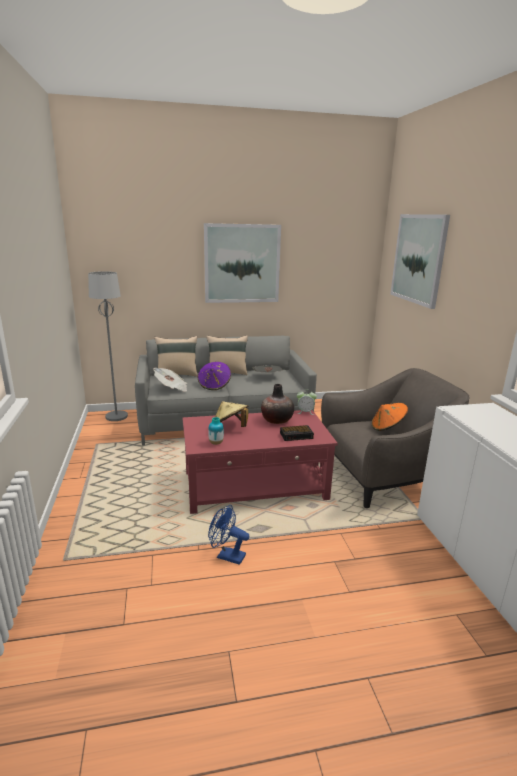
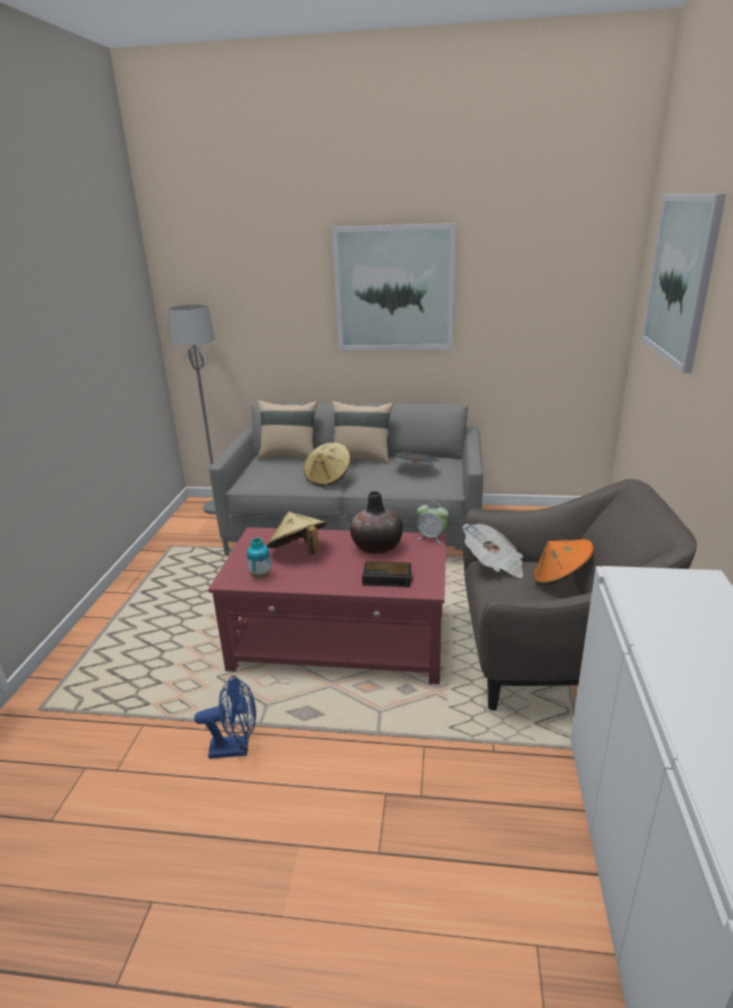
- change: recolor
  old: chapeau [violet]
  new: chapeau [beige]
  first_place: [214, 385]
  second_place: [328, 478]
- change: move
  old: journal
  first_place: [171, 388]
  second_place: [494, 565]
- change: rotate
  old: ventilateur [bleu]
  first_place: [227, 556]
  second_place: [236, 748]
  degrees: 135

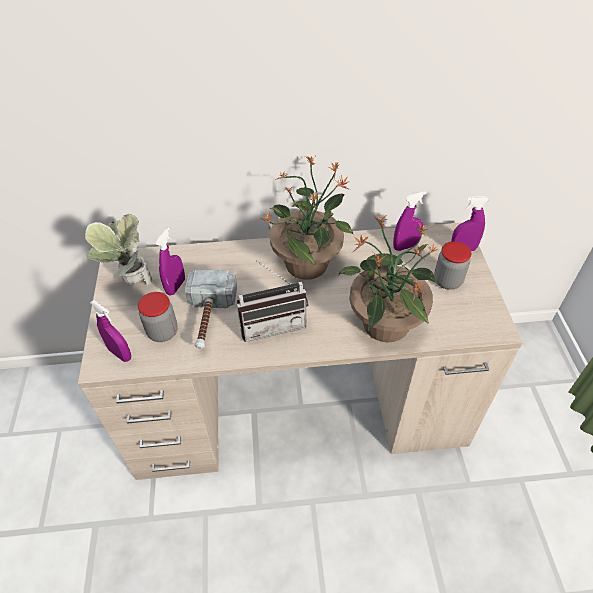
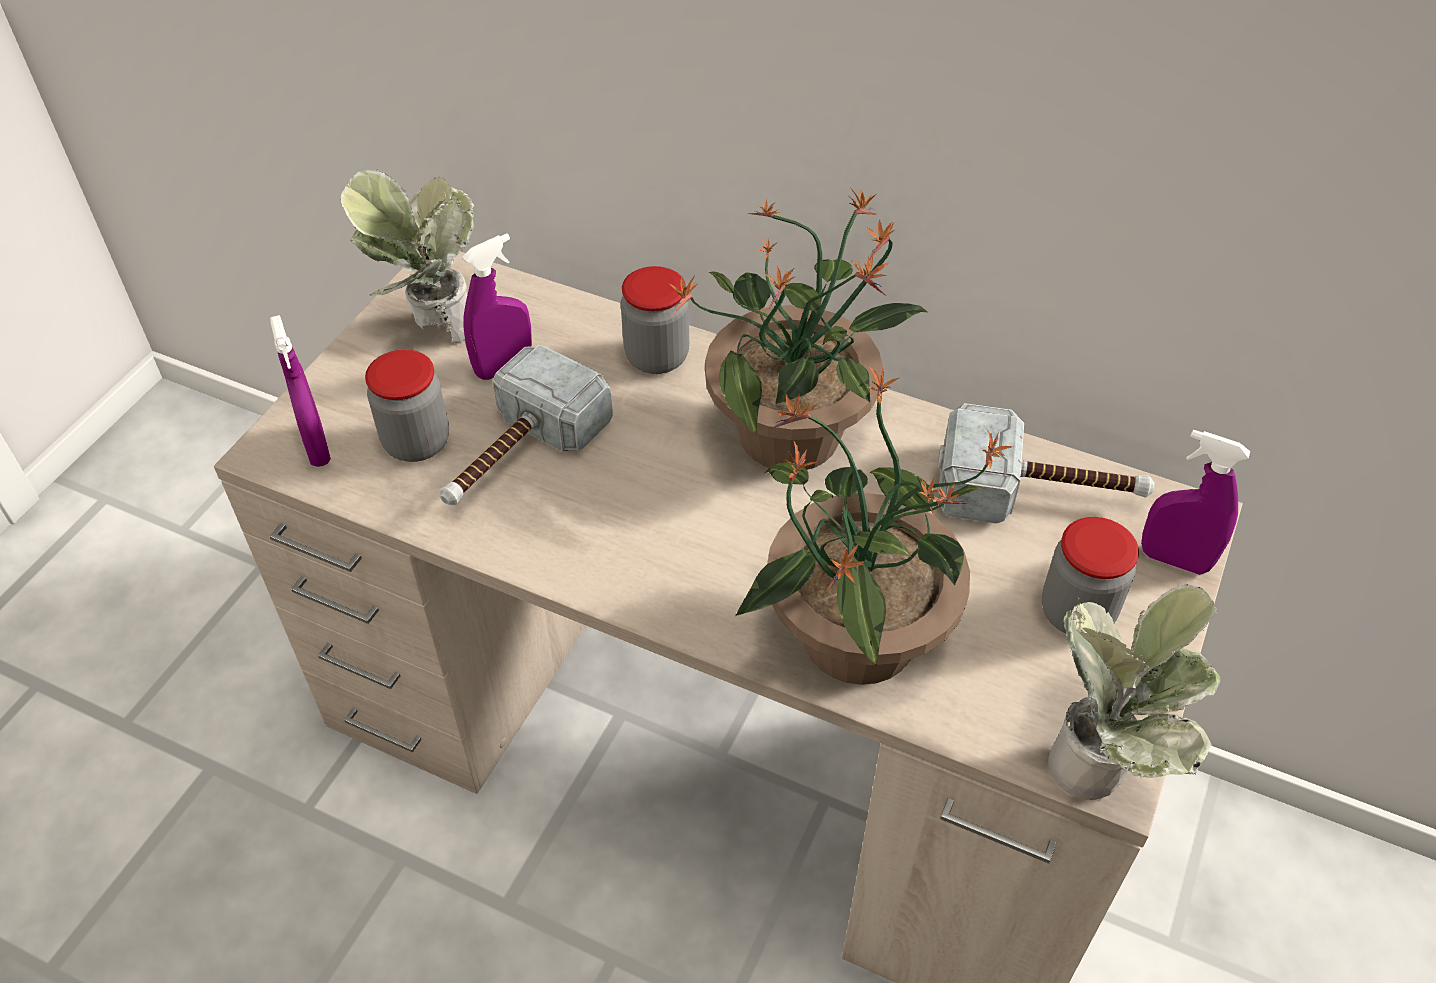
- change: replace
  old: vaporisateur [violet]
  new: marteau
  first_place: [405, 246]
  second_place: [1039, 493]
- change: delete
  old: radio
  first_place: [272, 323]
- change: insert
  new: bocal
  second_place: [657, 357]
- change: insert
  new: plante en pot
  second_place: [1101, 759]

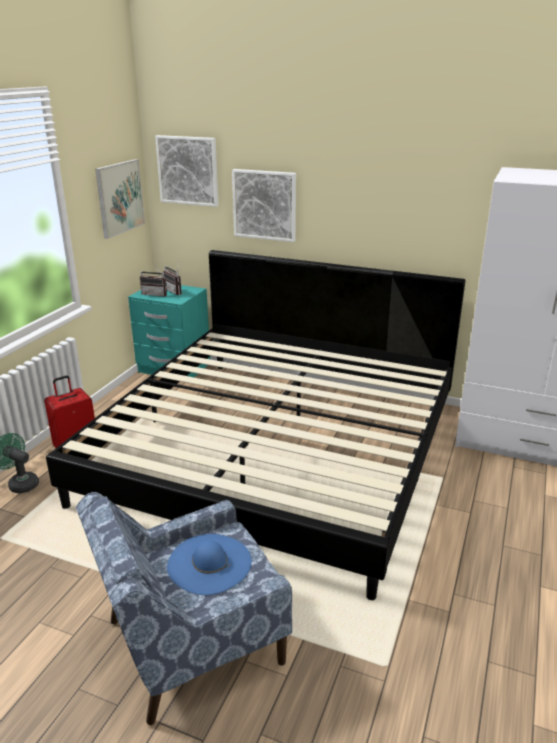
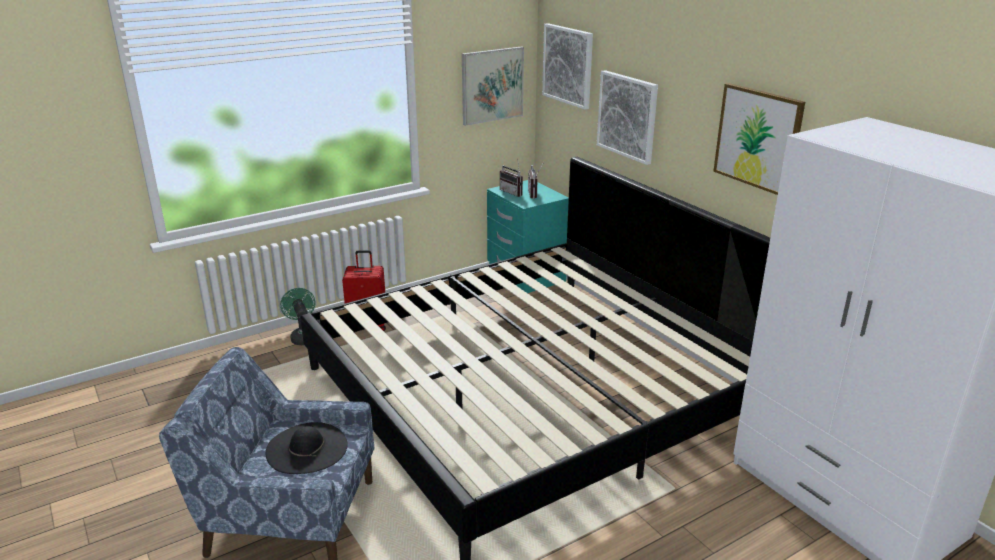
- change: recolor
  old: chapeau [bleu]
  new: chapeau [noir]
  first_place: [209, 563]
  second_place: [306, 448]
- change: insert
  new: tableau
  second_place: [758, 138]

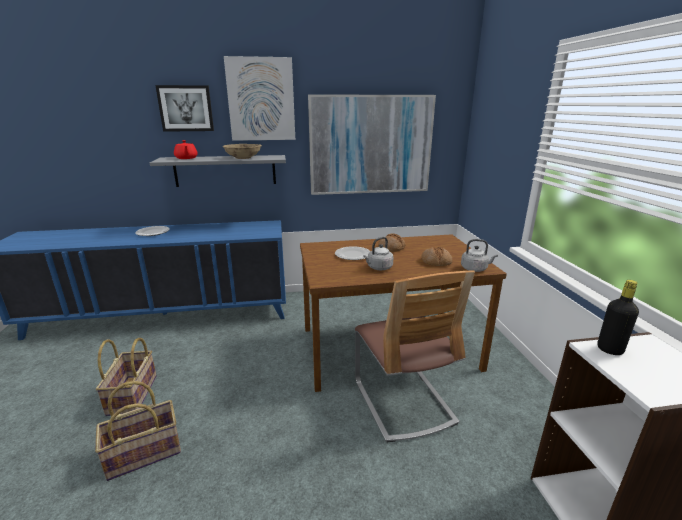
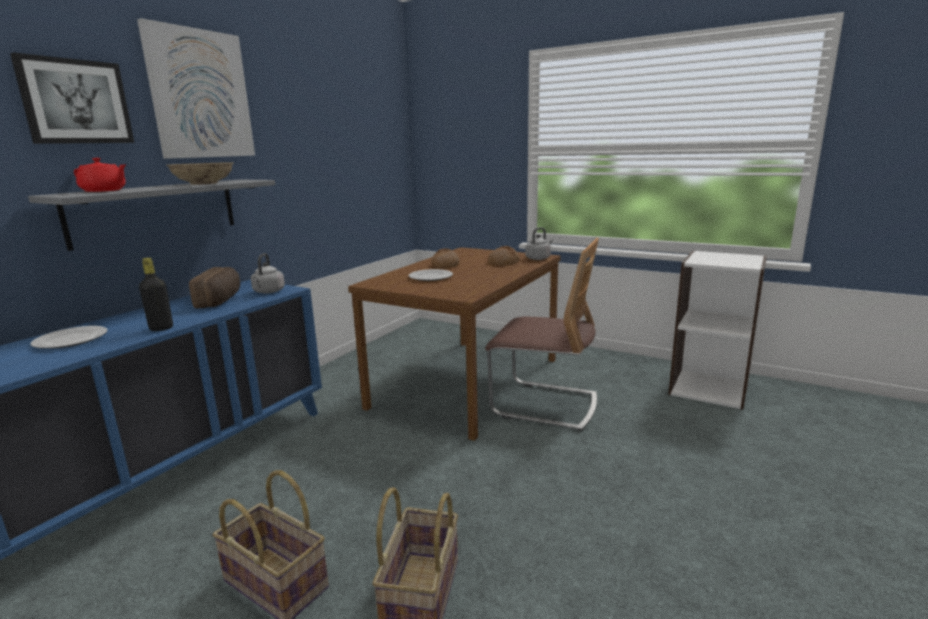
- change: delete
  old: tableau
  first_place: [370, 145]
- change: move
  old: bouilloire [gris]
  first_place: [378, 268]
  second_place: [268, 292]
- change: move
  old: bouteille [noir]
  first_place: [610, 349]
  second_place: [161, 328]
- change: insert
  new: pain
  second_place: [221, 300]

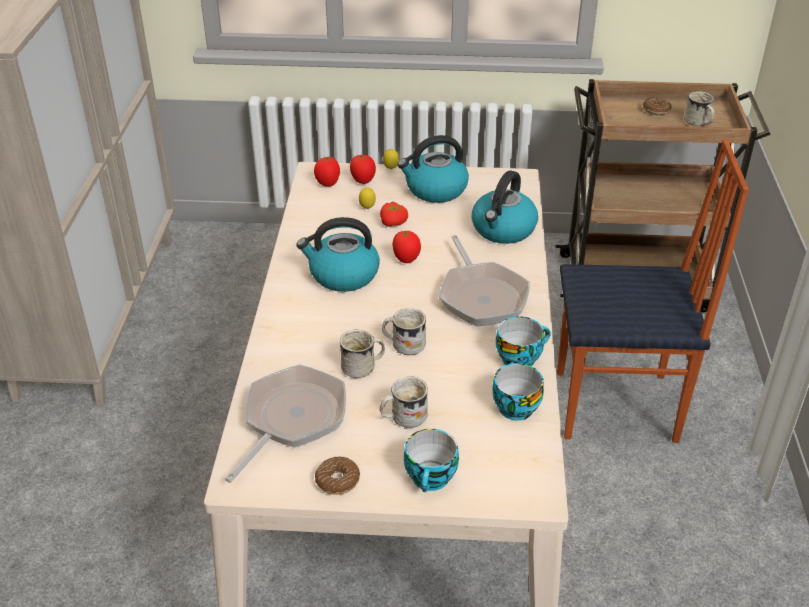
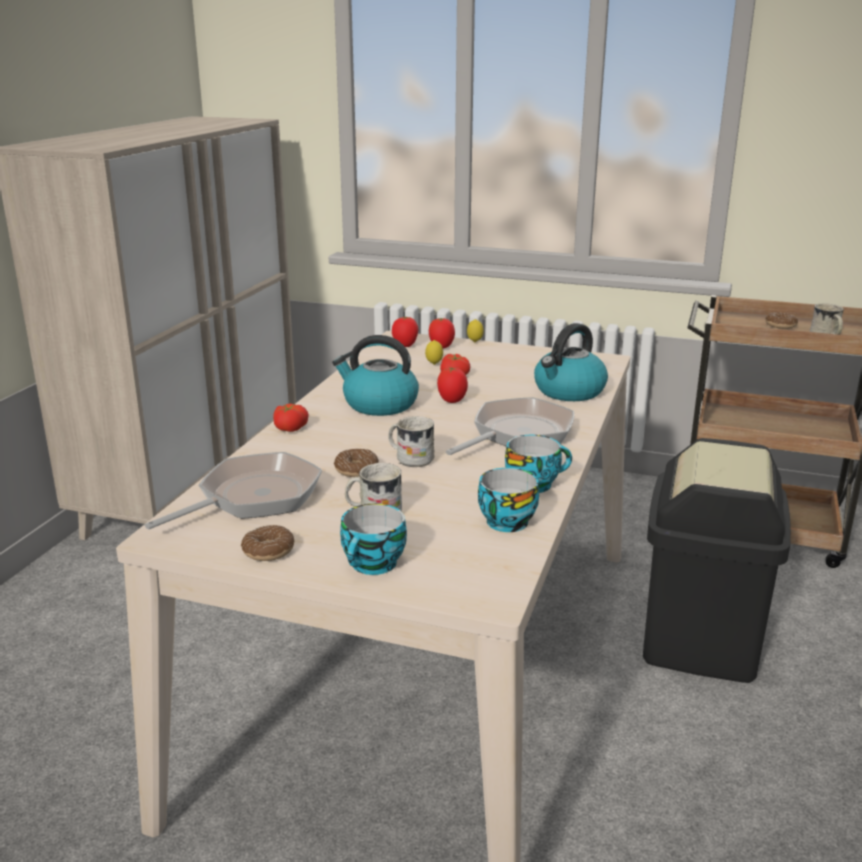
- change: delete
  old: bouilloire
  first_place: [435, 190]
- change: replace
  old: chaise
  new: poubelle [noir]
  first_place: [617, 408]
  second_place: [701, 640]
- change: rotate
  old: poêle
  first_place: [481, 296]
  second_place: [517, 434]
  degrees: -135
- change: replace
  old: mug [blanc]
  new: beignet
  first_place: [363, 367]
  second_place: [356, 469]
- change: insert
  new: tomate
  second_place: [289, 428]

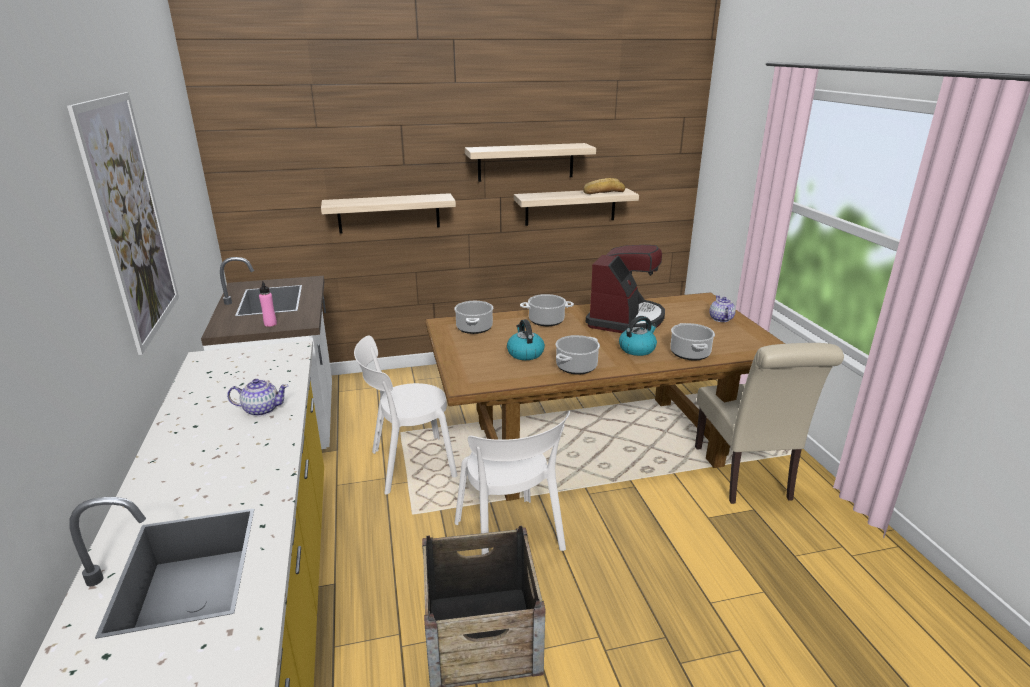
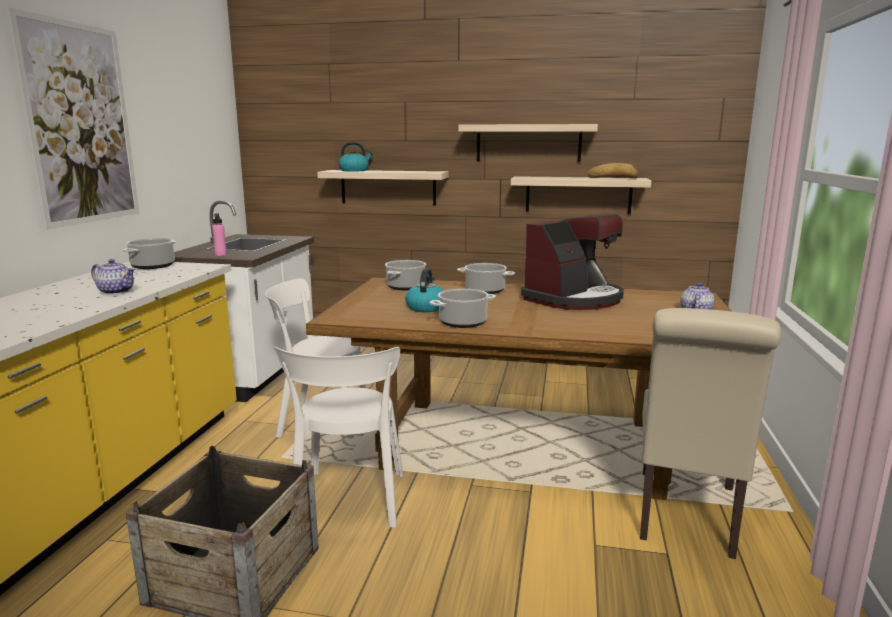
- change: move
  old: bouilloire
  first_place: [637, 349]
  second_place: [354, 170]
- change: move
  old: marmite
  first_place: [689, 353]
  second_place: [153, 266]

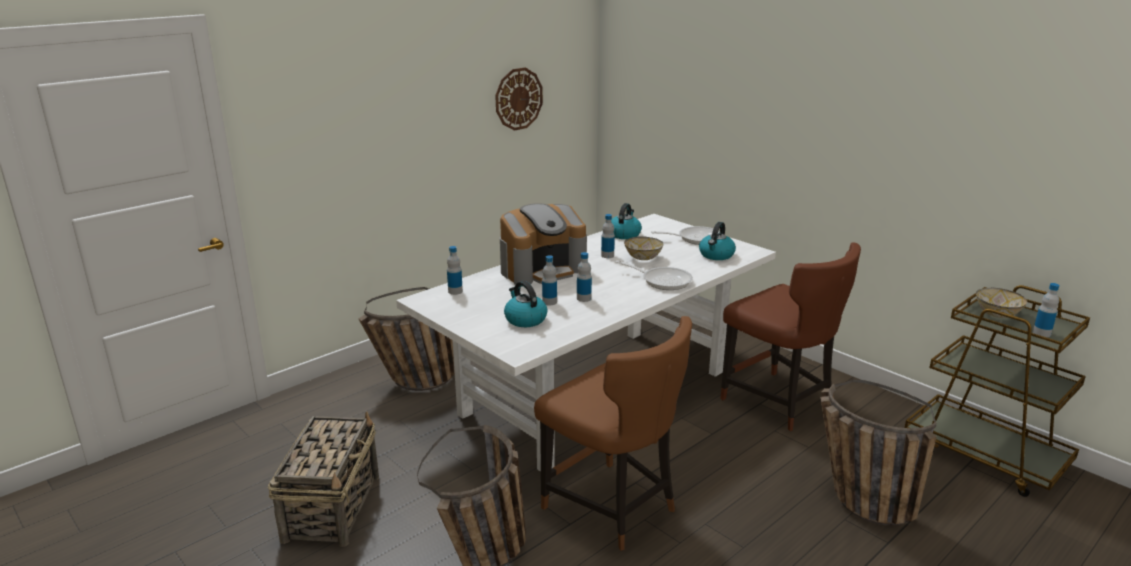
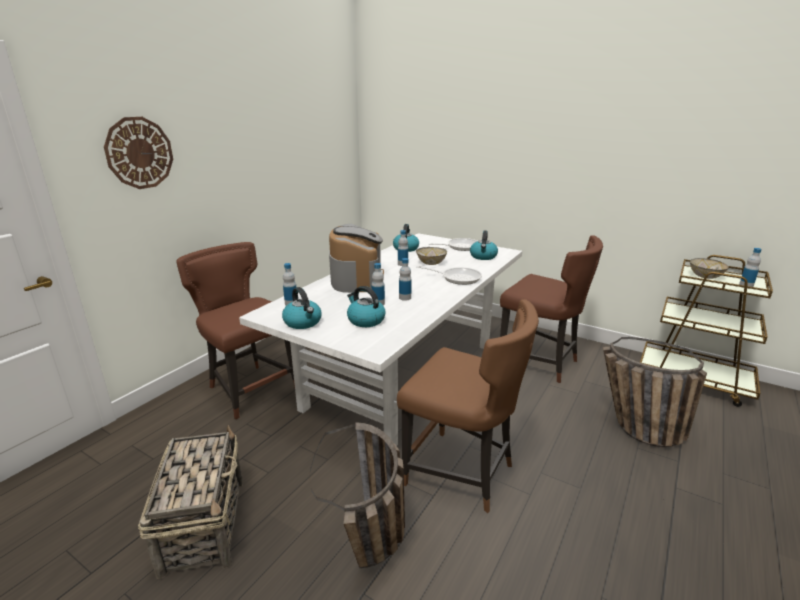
- change: move
  old: horloge murale
  first_place: [518, 99]
  second_place: [139, 153]
- change: rotate
  old: machine à café
  first_place: [542, 269]
  second_place: [357, 279]
  degrees: -45
- change: replace
  old: panier
  new: chaise [marron]
  first_place: [414, 383]
  second_place: [251, 388]
- change: insert
  new: bouilloire
  second_place: [303, 322]

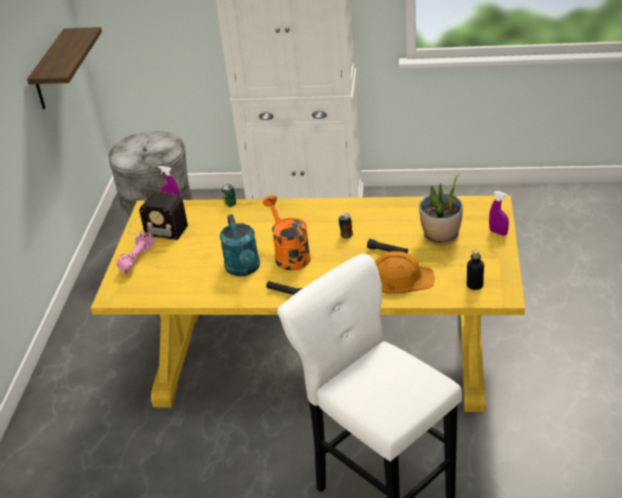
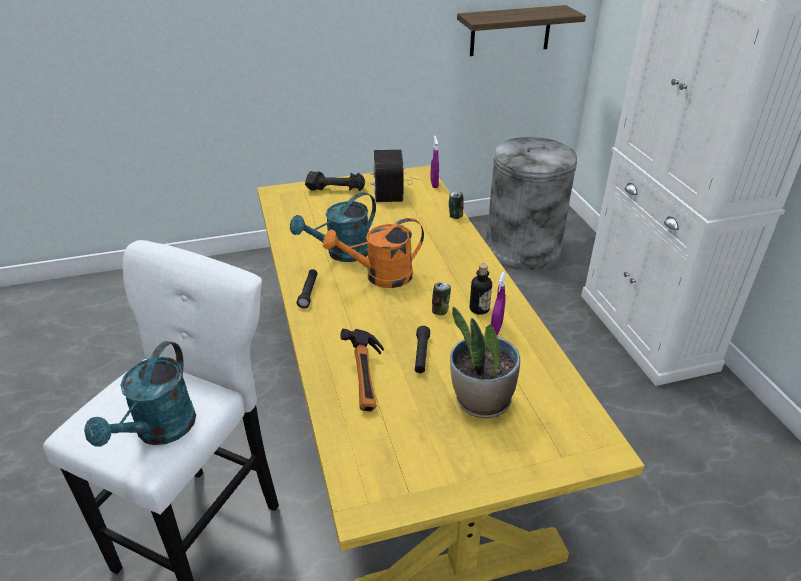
- change: move
  old: vaporisateur [violet]
  first_place: [498, 232]
  second_place: [496, 329]
- change: rotate
  old: arrosoir [orange]
  first_place: [289, 255]
  second_place: [380, 277]
  degrees: -150
- change: recolor
  old: haltère [rose]
  new: haltère [noir]
  first_place: [136, 259]
  second_place: [336, 189]
- change: move
  old: bouteille
  first_place: [475, 285]
  second_place: [479, 309]
- change: replace
  old: casque de chantier [orange]
  new: marteau
  first_place: [401, 278]
  second_place: [368, 380]
- change: insert
  new: arrosoir [turquoise]
  second_place: [159, 431]

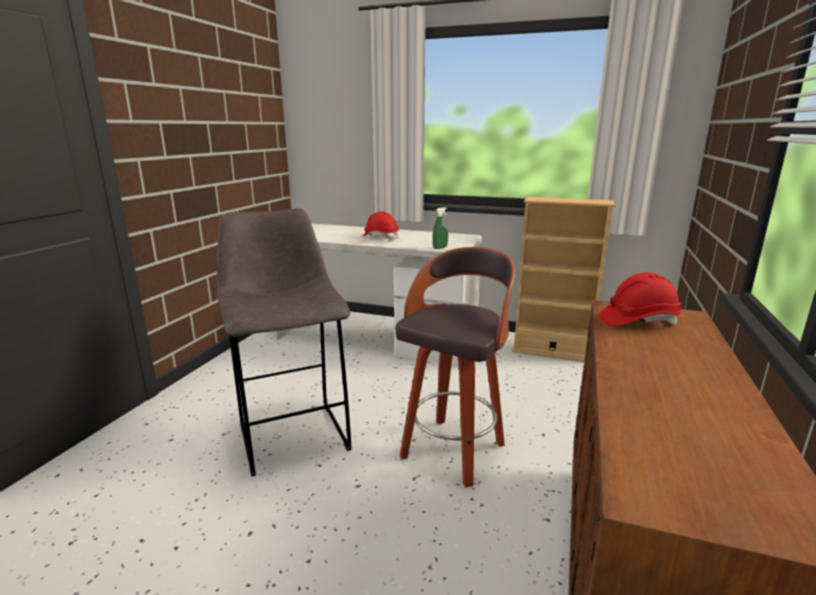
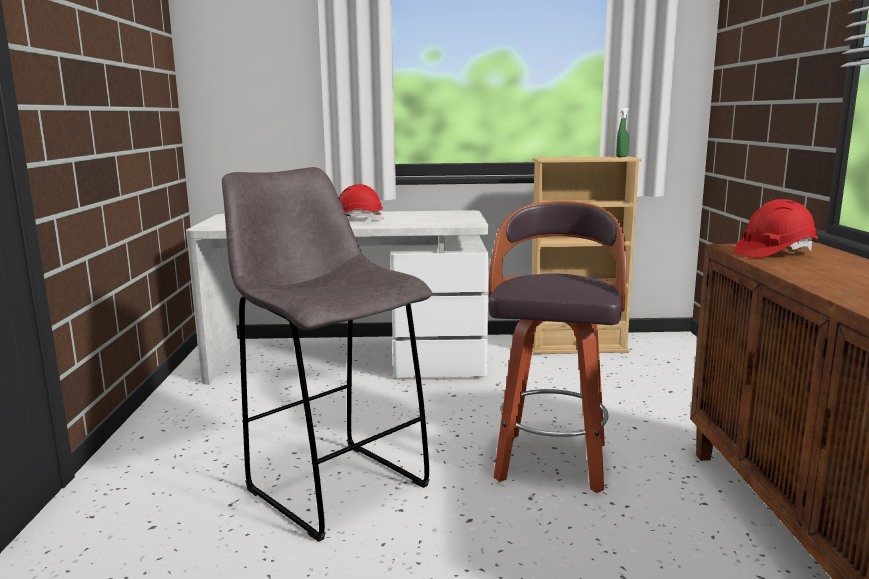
- change: move
  old: vaporisateur [vert]
  first_place: [440, 248]
  second_place: [622, 157]

